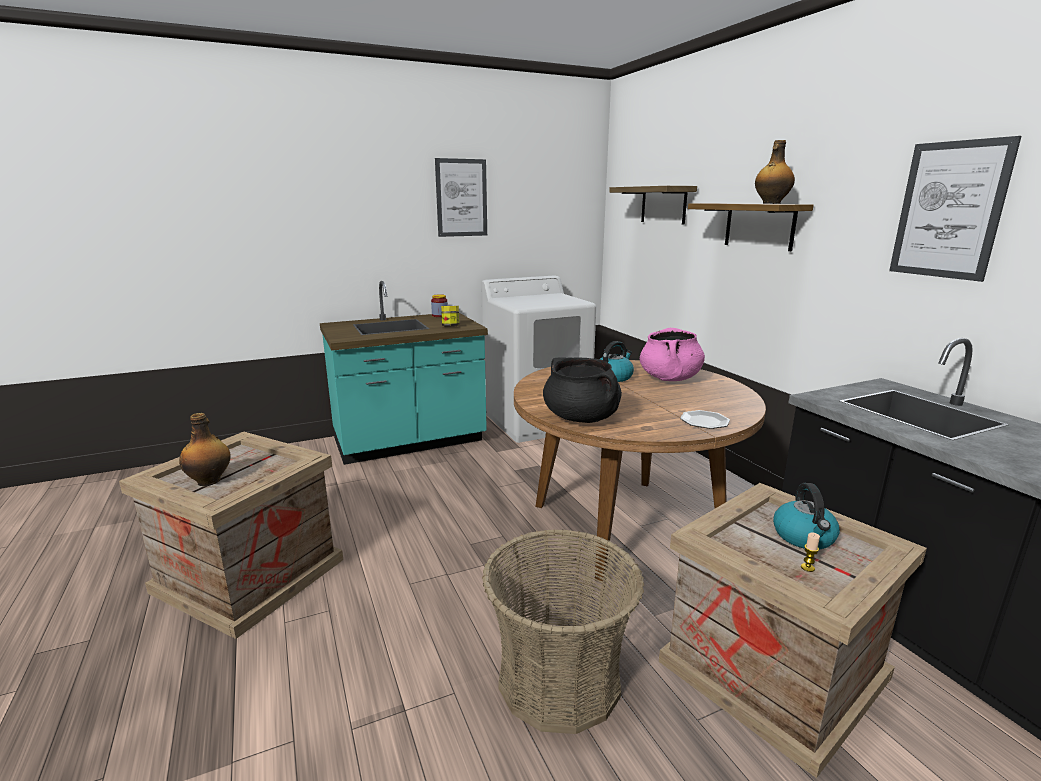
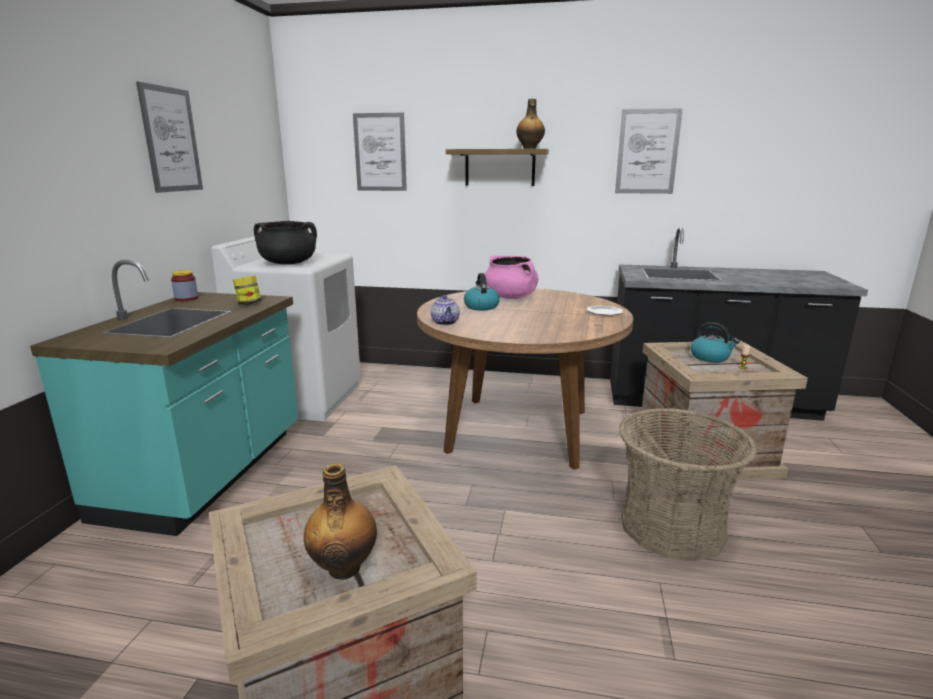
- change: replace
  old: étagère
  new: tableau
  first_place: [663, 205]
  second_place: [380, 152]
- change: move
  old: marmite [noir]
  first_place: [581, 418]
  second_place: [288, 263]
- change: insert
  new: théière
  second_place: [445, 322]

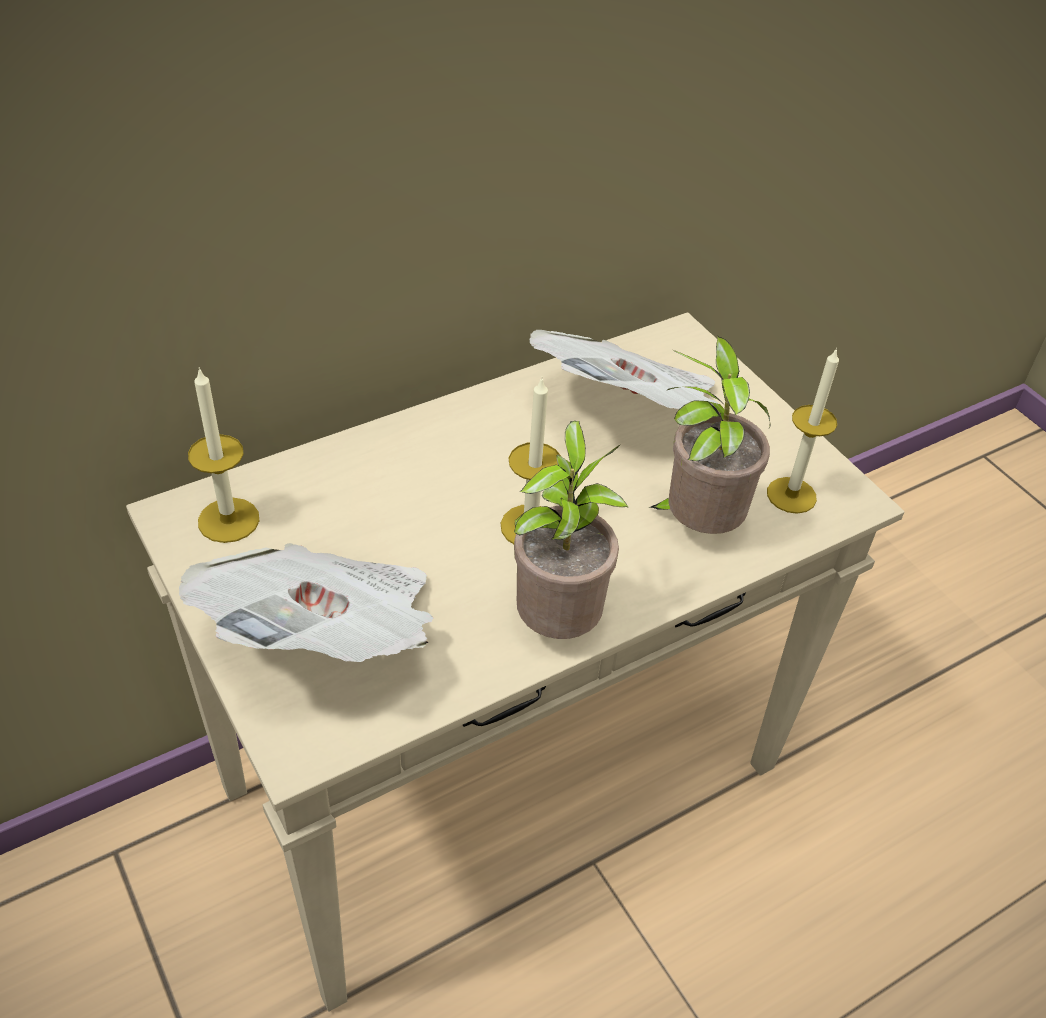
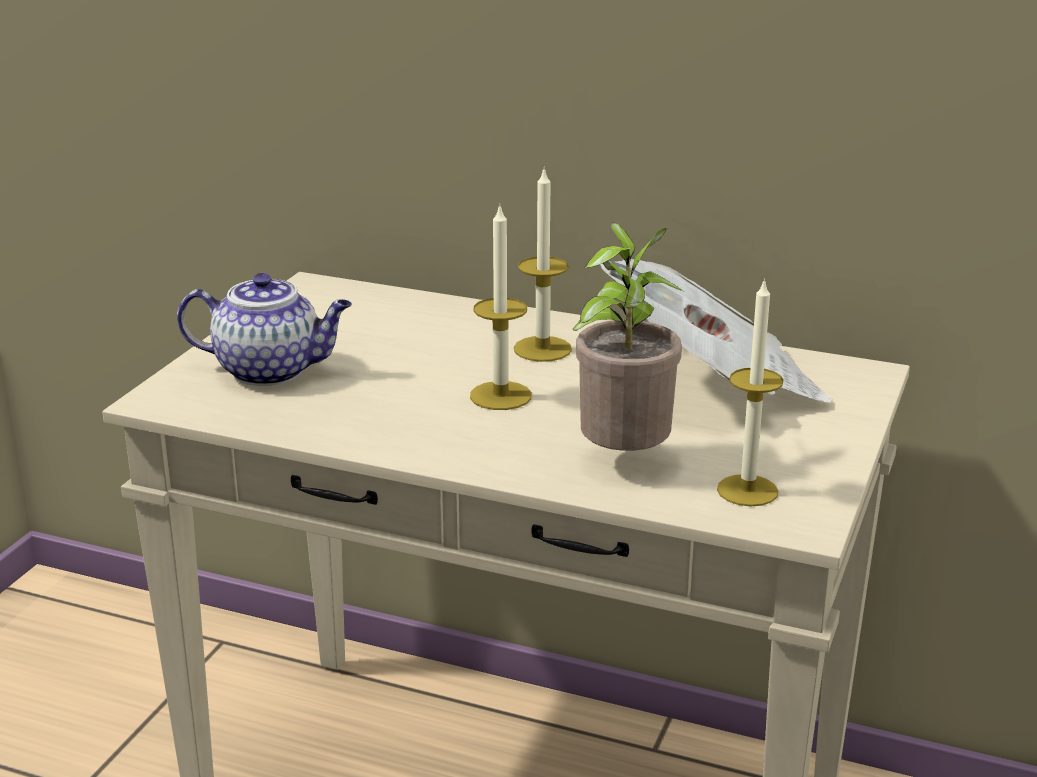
- change: move
  old: bougie
  first_place: [228, 520]
  second_place: [542, 349]
- change: delete
  old: plante en pot
  first_place: [558, 623]
- change: replace
  old: journal
  new: théière
  first_place: [327, 638]
  second_place: [271, 370]

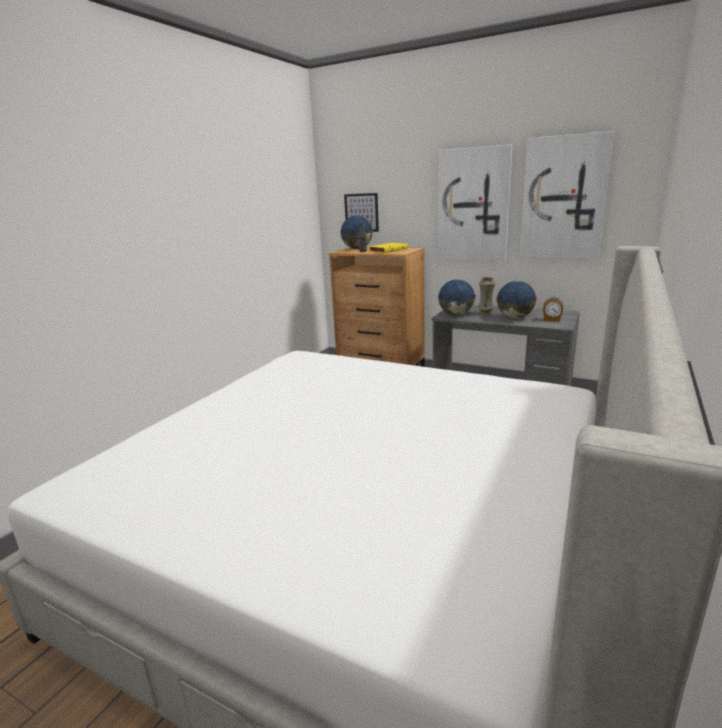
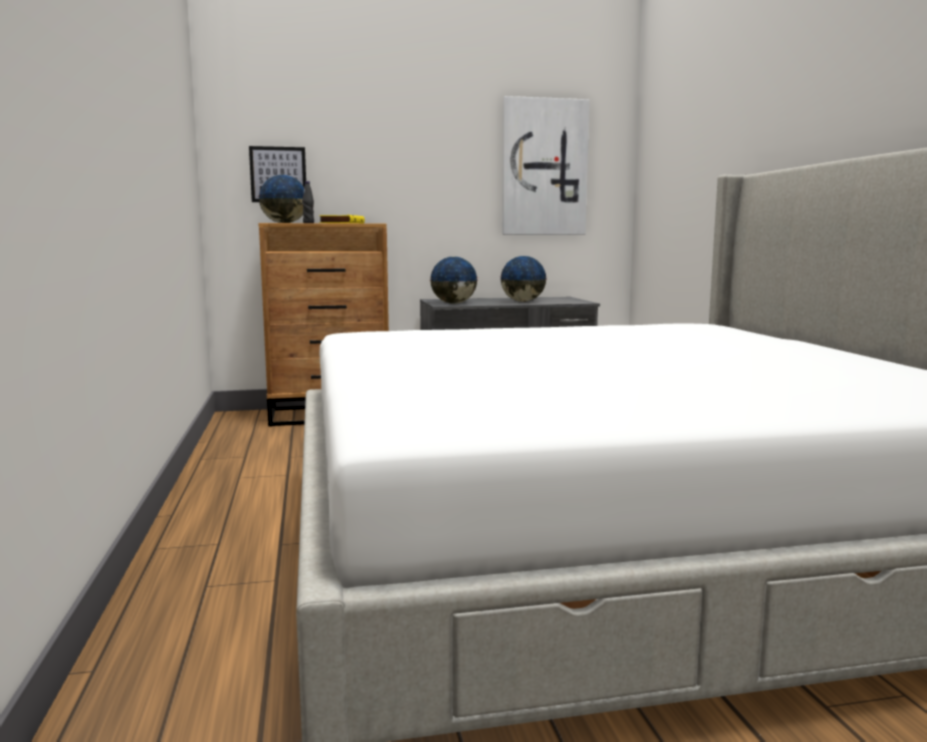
- change: delete
  old: tableau
  first_place: [473, 205]
- change: delete
  old: vase
  first_place: [485, 313]
- change: delete
  old: réveil
  first_place: [551, 320]

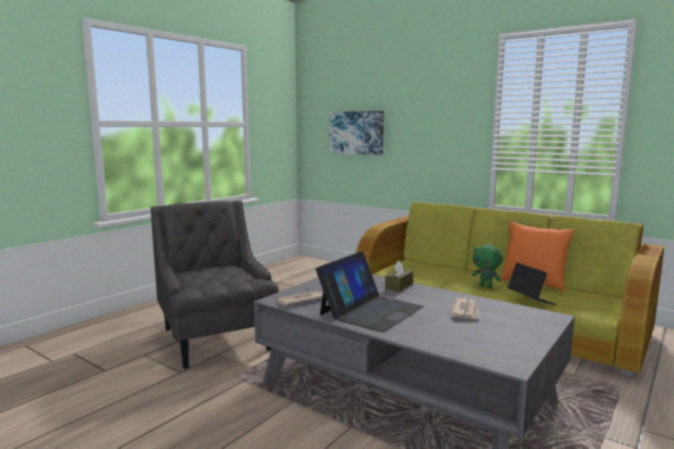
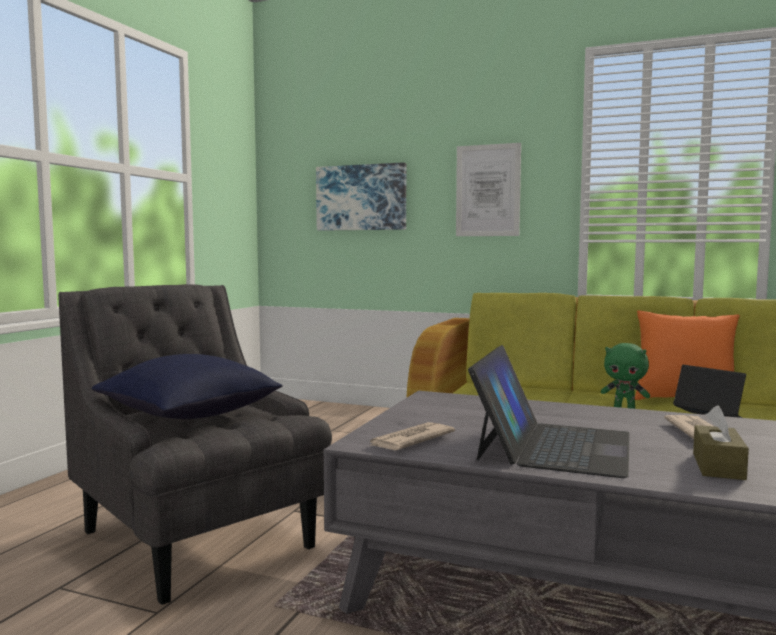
- change: move
  old: boîte à mouchoirs [marron]
  first_place: [399, 286]
  second_place: [718, 466]
- change: insert
  new: tableau
  second_place: [488, 190]
- change: insert
  new: coussin [bleu]
  second_place: [189, 416]

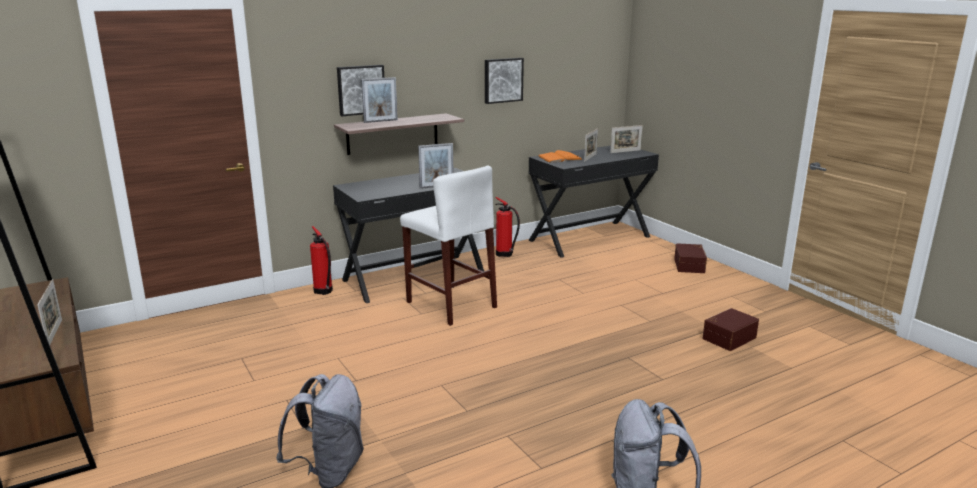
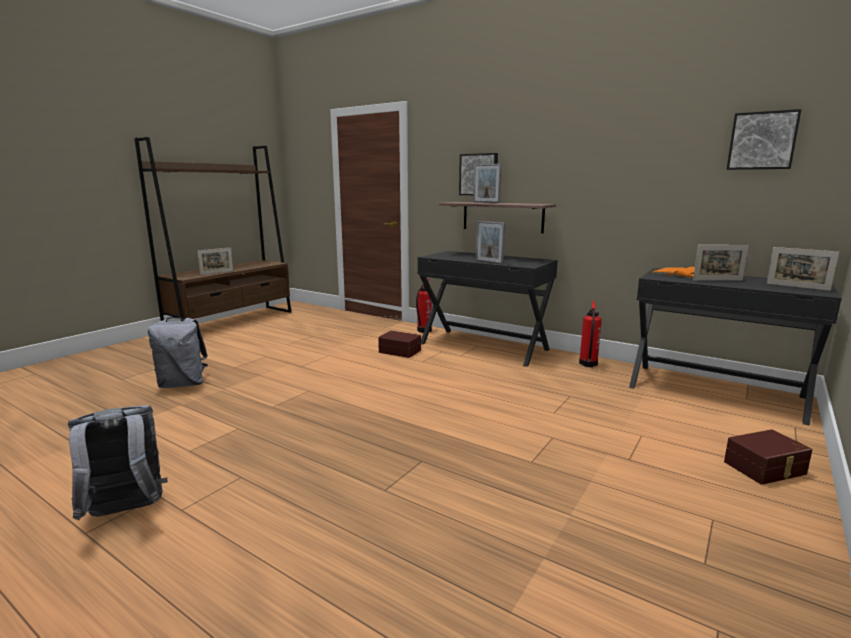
- change: move
  old: tableau
  first_place: [502, 80]
  second_place: [762, 141]
- change: delete
  old: tabouret [blanc]
  first_place: [451, 304]
- change: move
  old: boîte de rangement [marron]
  first_place: [728, 337]
  second_place: [400, 351]

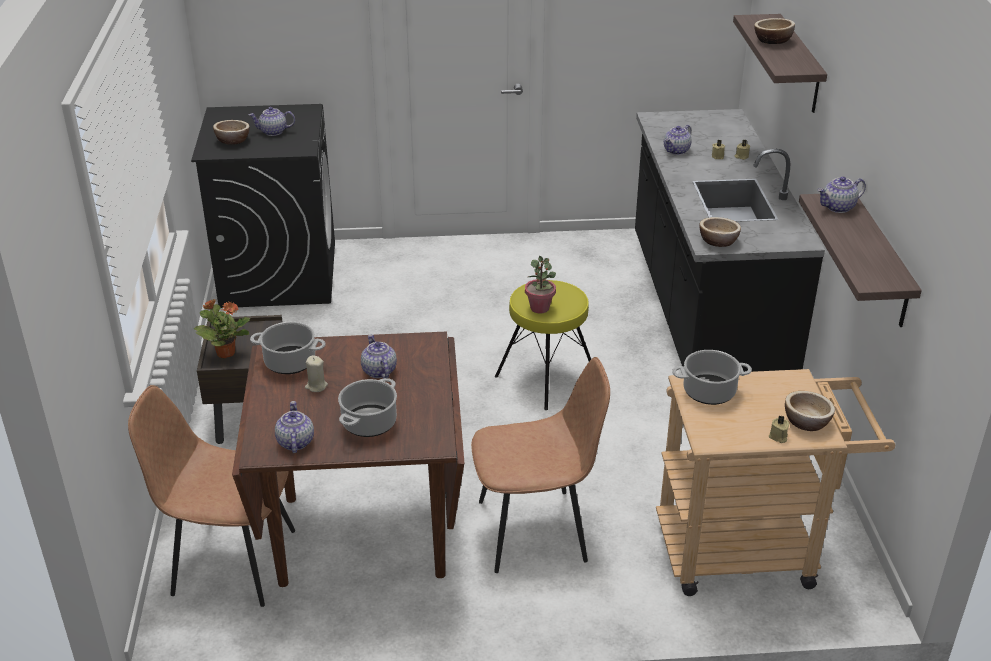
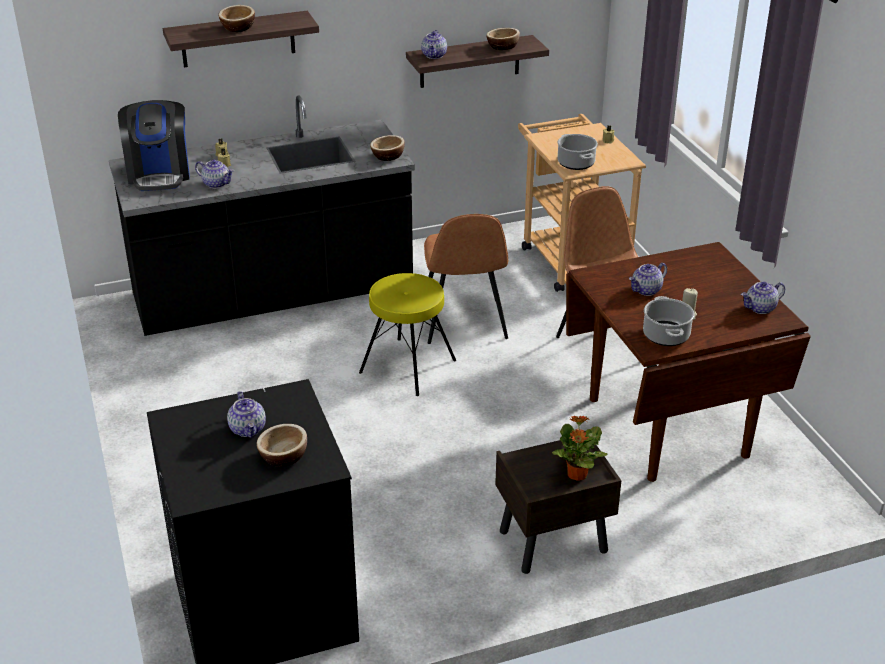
- change: rotate
  old: théière
  first_place: [838, 207]
  second_place: [434, 55]
  degrees: 45
- change: delete
  old: plante en pot
  first_place: [540, 308]
- change: delete
  old: marmite
  first_place: [369, 422]
- change: move
  old: chaise [marron]
  first_place: [231, 561]
  second_place: [463, 323]
- change: move
  old: bol
  first_place: [806, 422]
  second_place: [502, 47]
- change: insert
  new: machine à café
  second_place: [159, 174]

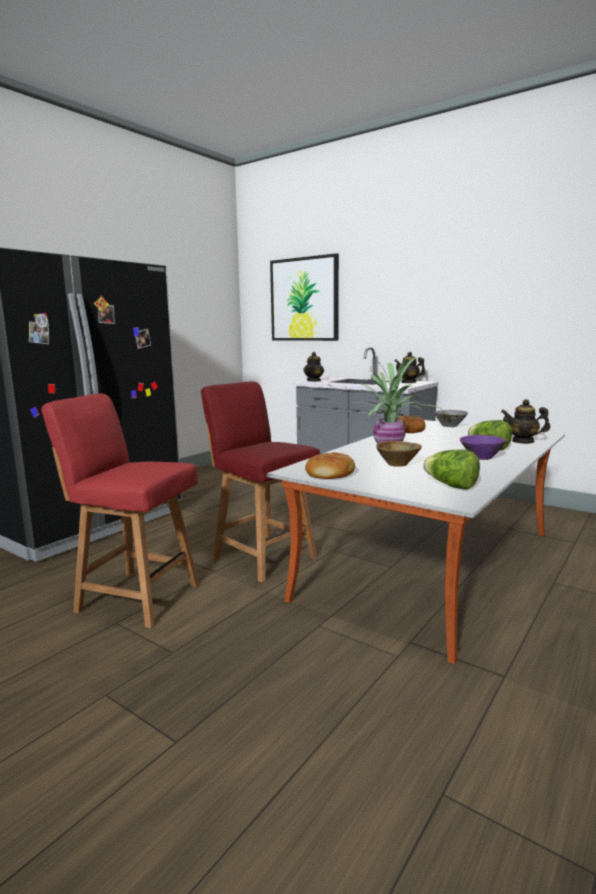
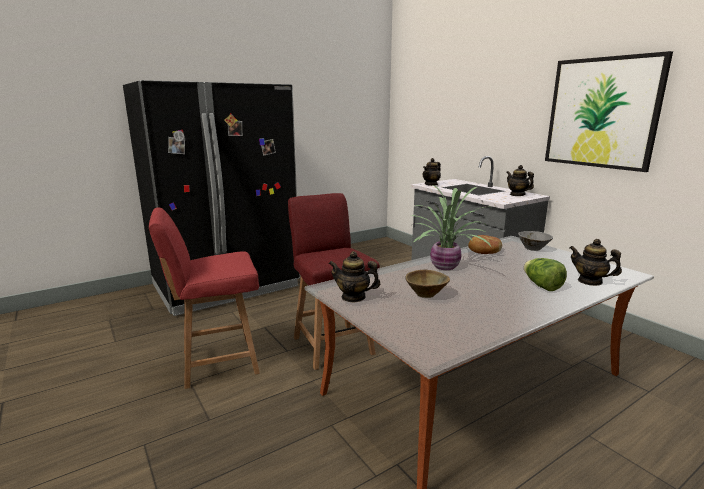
- change: move
  old: tableau
  first_place: [304, 299]
  second_place: [602, 113]
- change: rotate
  old: chaise [rouge]
  first_place: [136, 597]
  second_place: [217, 362]
  degrees: -60
- change: delete
  old: bol [violet]
  first_place: [482, 457]
- change: delete
  old: laitue
  first_place: [451, 486]
- change: replace
  old: pain
  new: théière
  first_place: [331, 474]
  second_place: [353, 297]

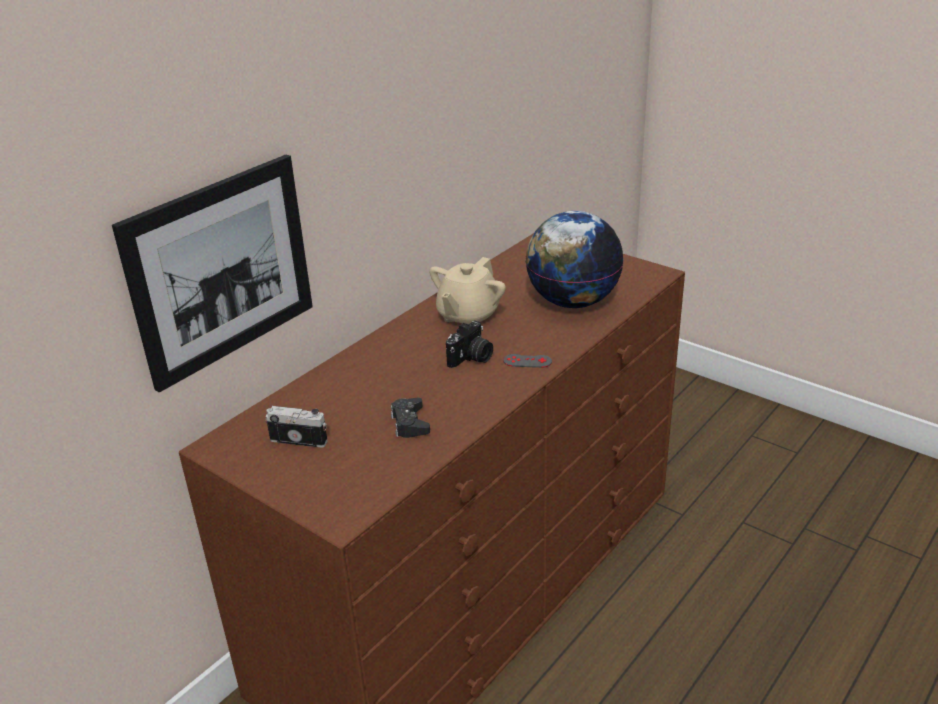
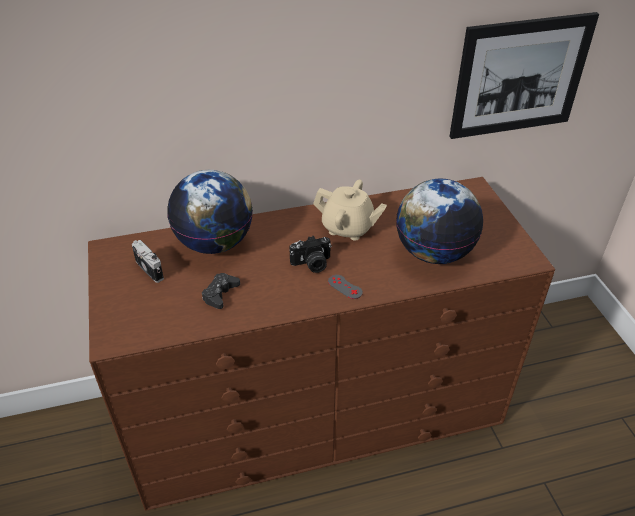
- change: move
  old: tableau
  first_place: [221, 269]
  second_place: [520, 76]
- change: rotate
  old: théière [beige]
  first_place: [468, 316]
  second_place: [348, 228]
  degrees: -135
- change: insert
  new: globe
  second_place: [215, 243]

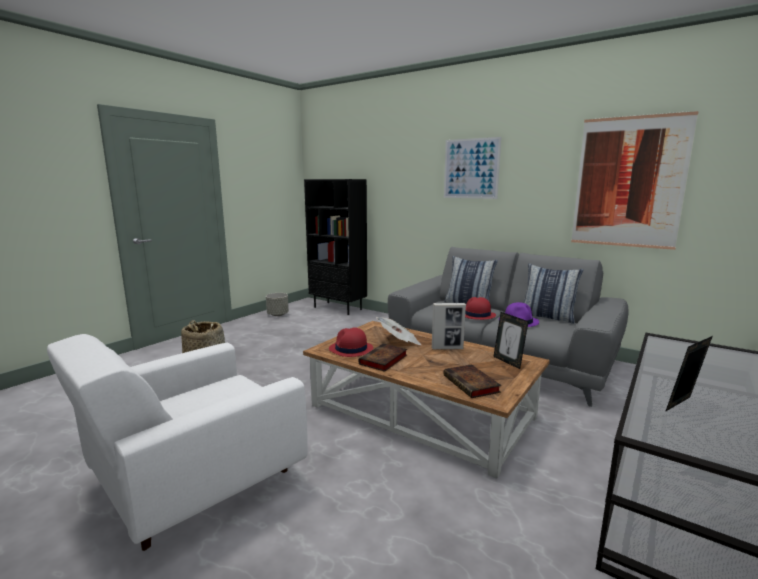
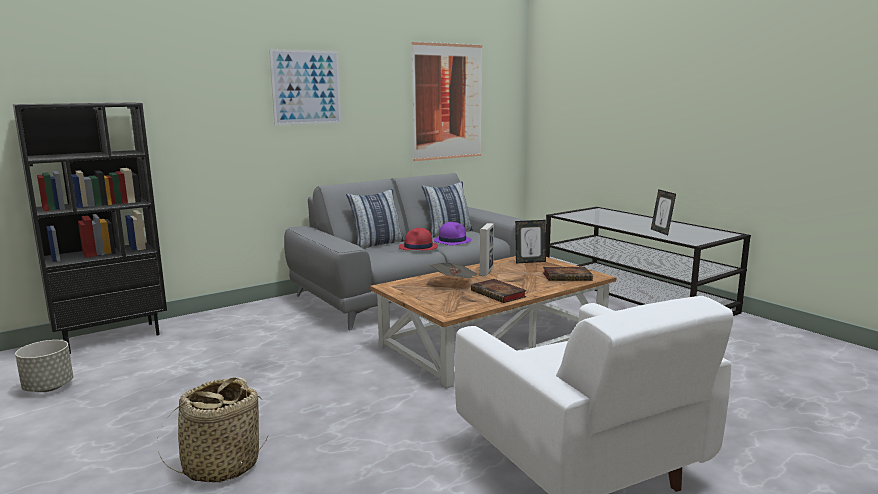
- change: delete
  old: chapeau [rouge]
  first_place: [351, 349]

